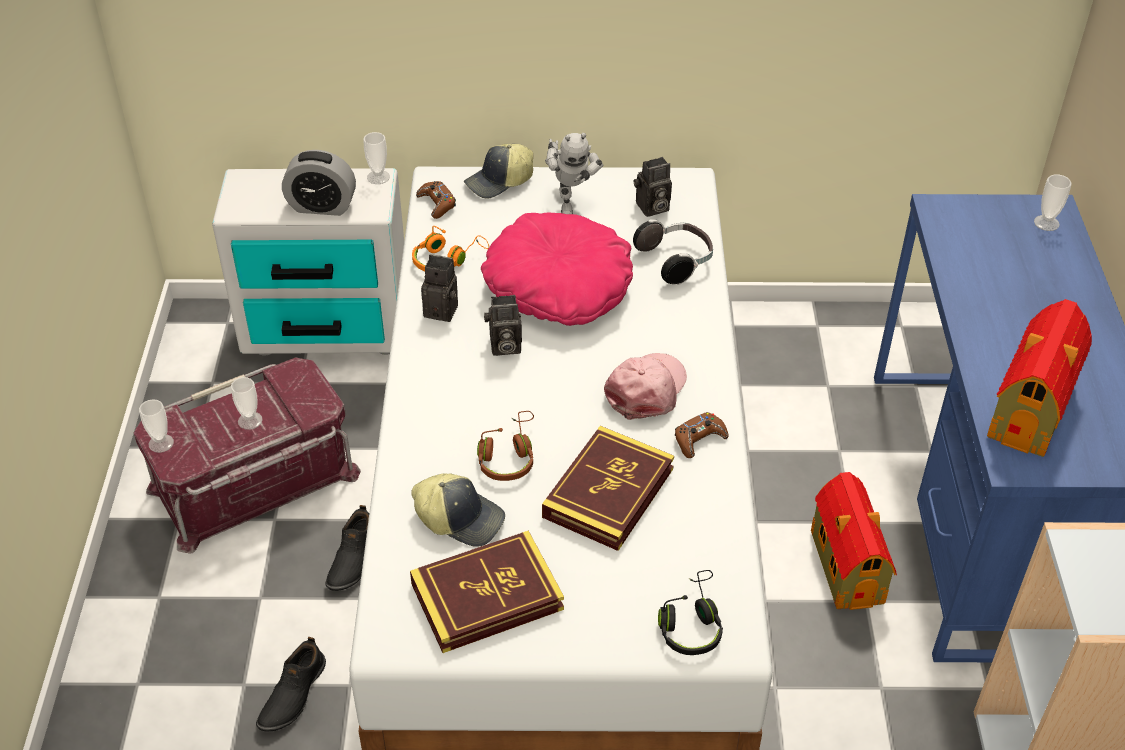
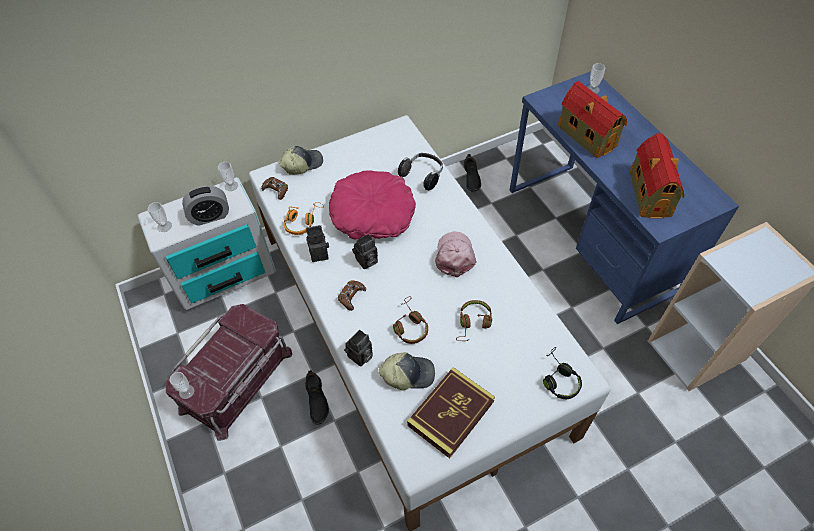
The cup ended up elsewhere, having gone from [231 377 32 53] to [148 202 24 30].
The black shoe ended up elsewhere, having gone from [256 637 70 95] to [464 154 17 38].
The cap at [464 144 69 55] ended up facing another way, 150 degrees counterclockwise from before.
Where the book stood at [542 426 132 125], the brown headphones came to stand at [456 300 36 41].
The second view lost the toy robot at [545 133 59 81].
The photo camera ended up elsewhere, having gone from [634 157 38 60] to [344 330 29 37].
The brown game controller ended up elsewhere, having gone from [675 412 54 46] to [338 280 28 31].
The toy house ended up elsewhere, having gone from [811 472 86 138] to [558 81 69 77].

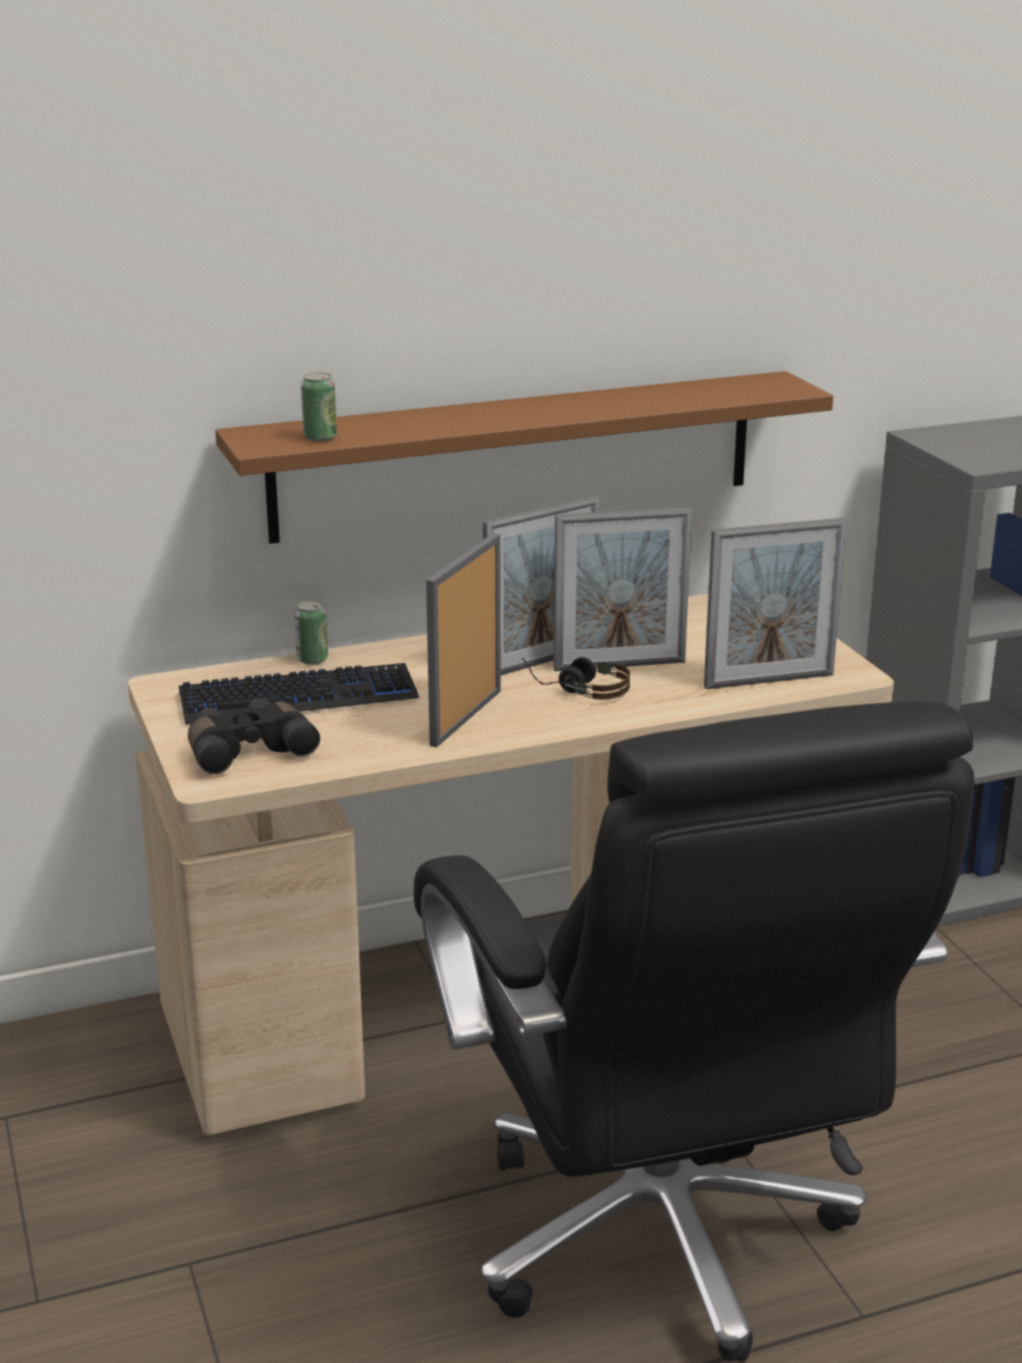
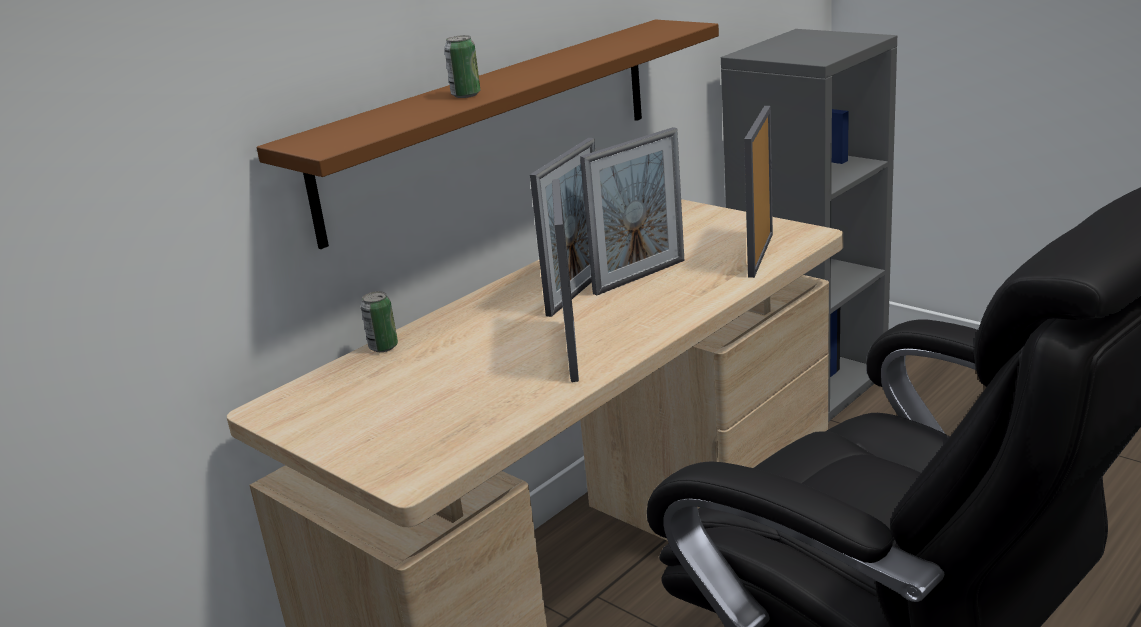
The second view lost the keyboard at [179 663 240 62].
The second view lost the black binoculars at [188 698 132 77].
The can ended up elsewhere, having gone from [301 372 36 70] to [444 35 36 63].
The second view lost the headphones at [522 657 108 43].
The picture frame at [704 518 142 171] ended up facing another way, 150 degrees clockwise from before.

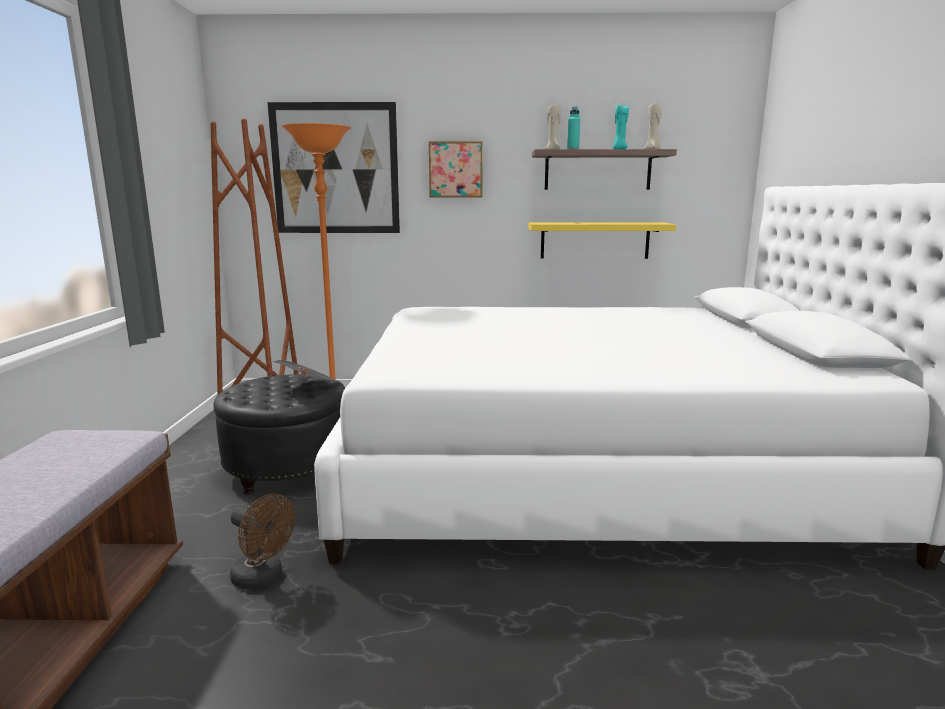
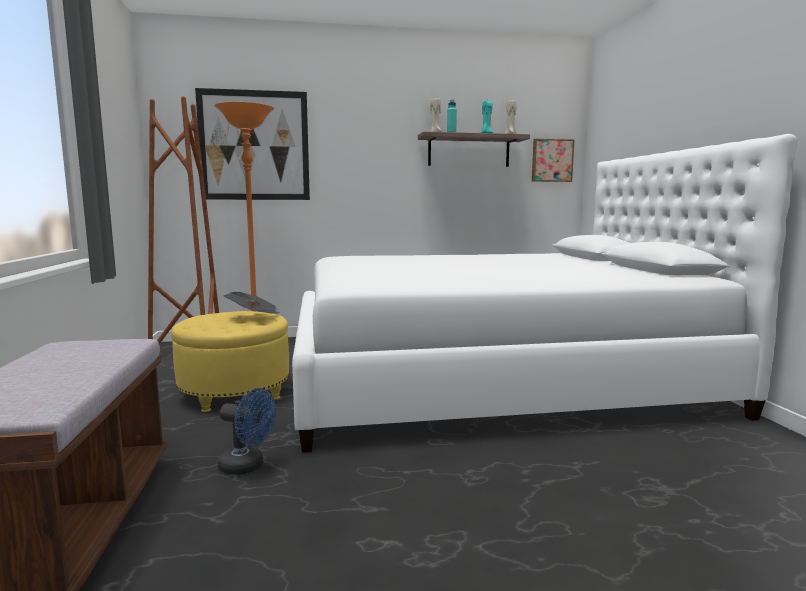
What was the black ottoman at [213 374 132 121] turned into the yellow ottoman at [171 311 119 101].
What was the brown fan at [230 494 65 96] turned into the blue fan at [218 388 58 87].
The picture ended up elsewhere, having gone from [429 141 54 56] to [532 139 43 43].
The second view lost the yellow shelf at [528 222 148 37].

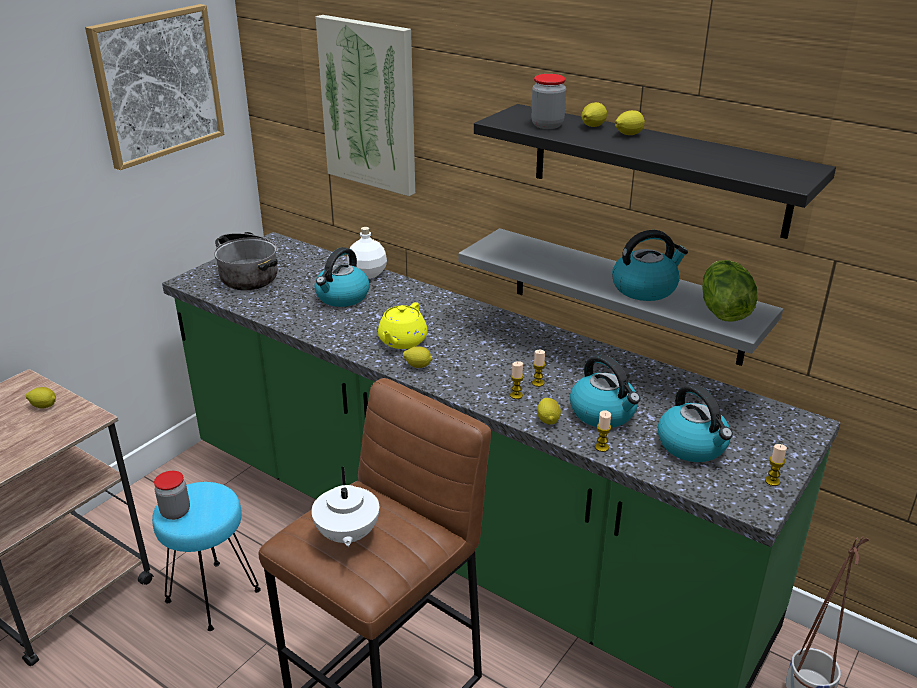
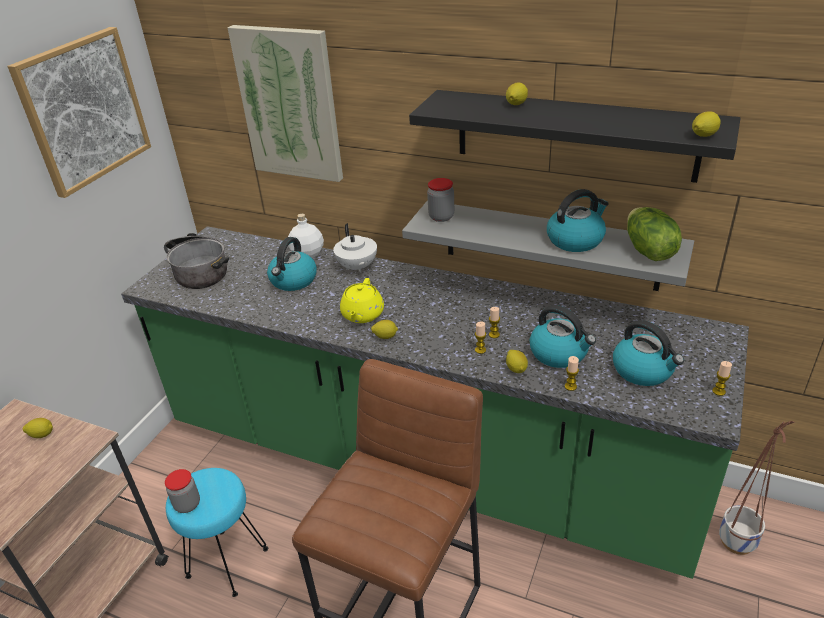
The white teapot ended up elsewhere, having gone from [311 466 68 81] to [333 223 44 50].
The jar ended up elsewhere, having gone from [531 74 35 55] to [427 178 27 44].
The lemon ended up elsewhere, having gone from [615 110 30 25] to [692 111 29 26].

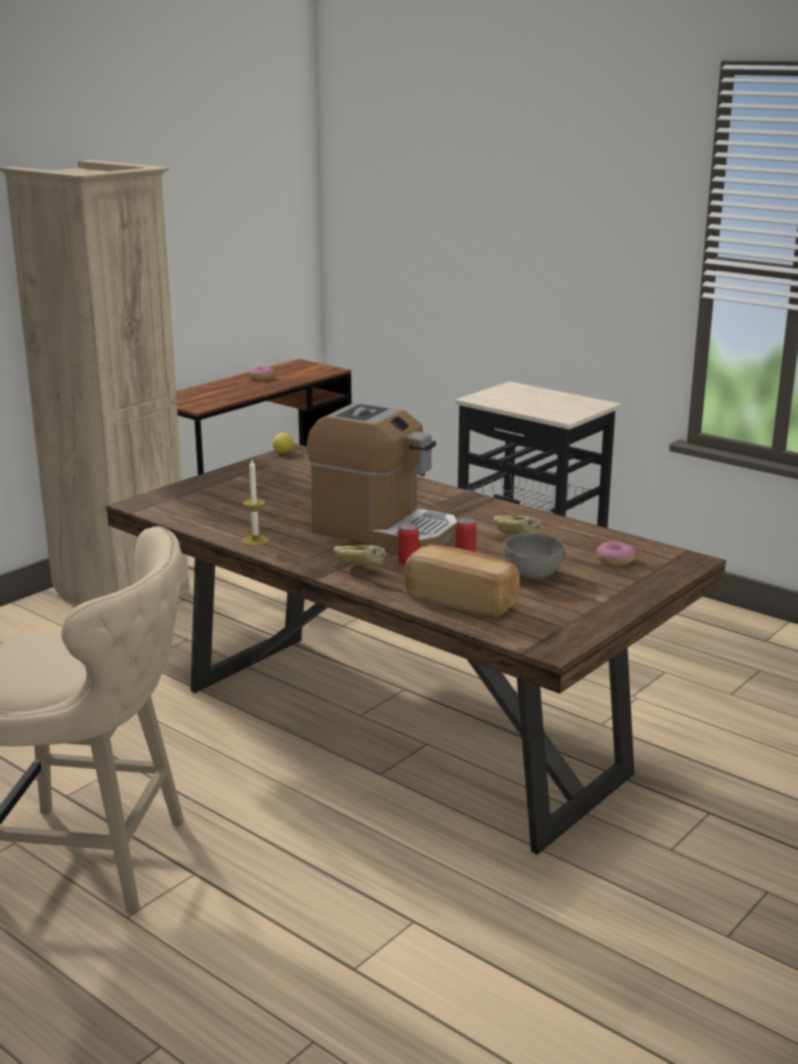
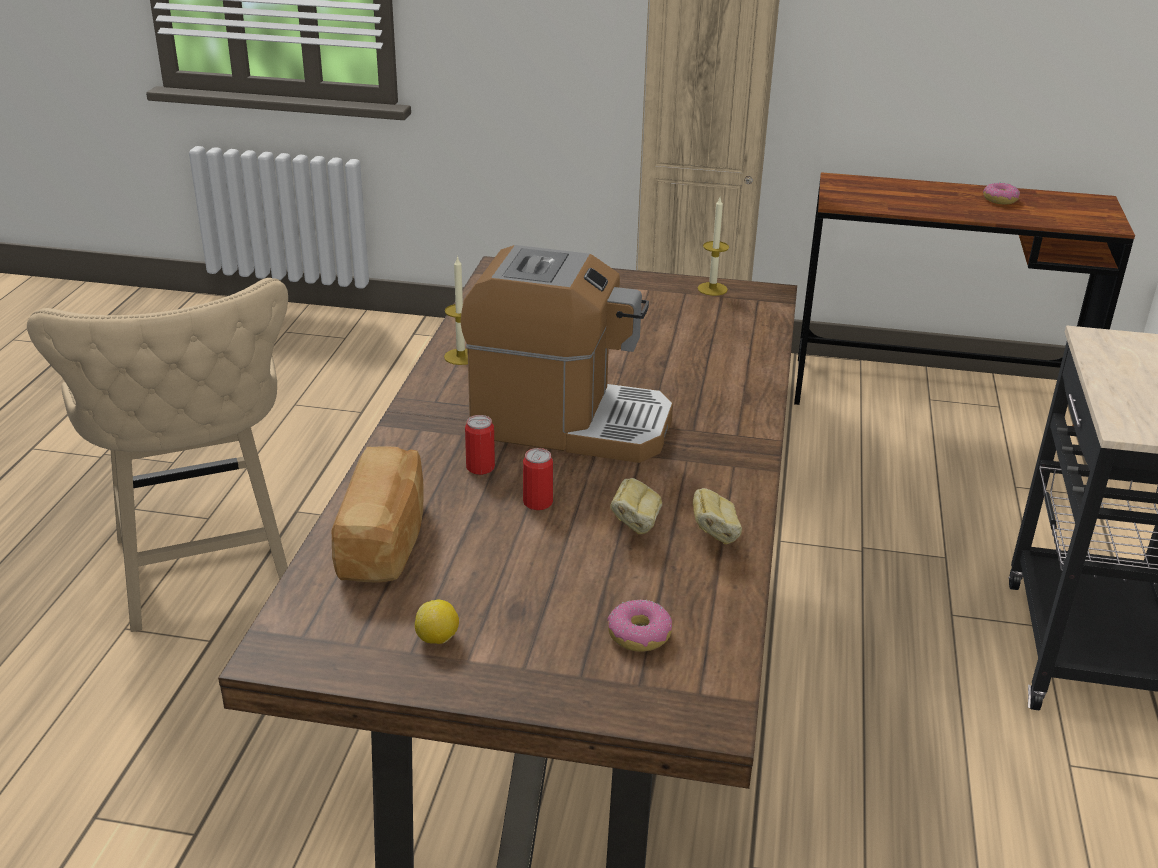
The lemon ended up elsewhere, having gone from [273 433 21 21] to [415 600 44 44].
The coffee machine at [306 402 151 148] ended up facing another way, 75 degrees counterclockwise from before.
The bread ended up elsewhere, having gone from [333 545 53 22] to [693 488 49 56].
The second view lost the grey bowl at [503 533 62 46].
The second view gained the candle at [698 198 31 98].

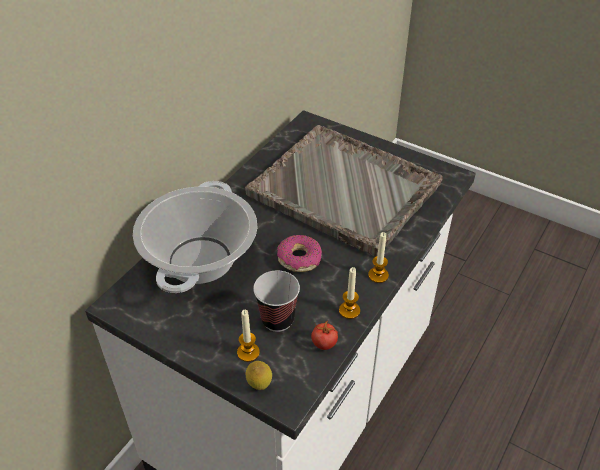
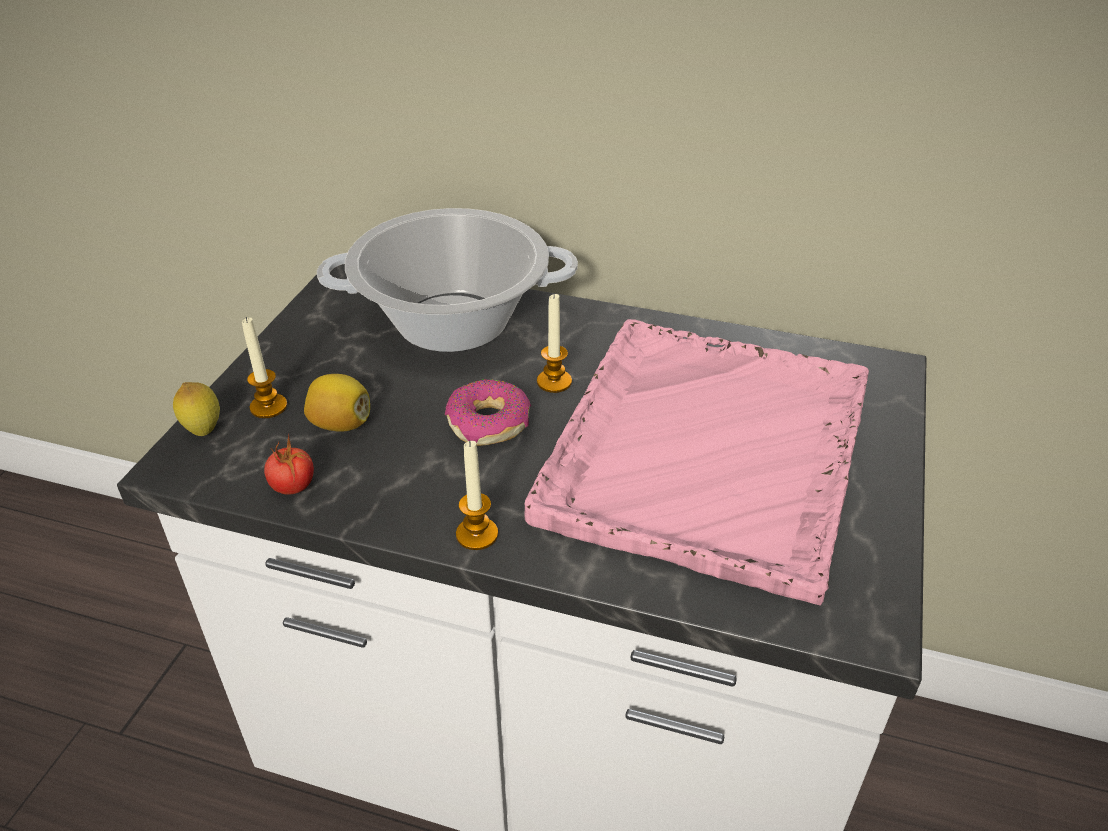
What was the grey tray at [245 125 198 132] turned into the pink tray at [524 319 345 287].
Where the cup stood at [253 270 47 62], the lemon came to stand at [304 374 66 57].
The candle ended up elsewhere, having gone from [339 267 21 52] to [537 294 35 99].

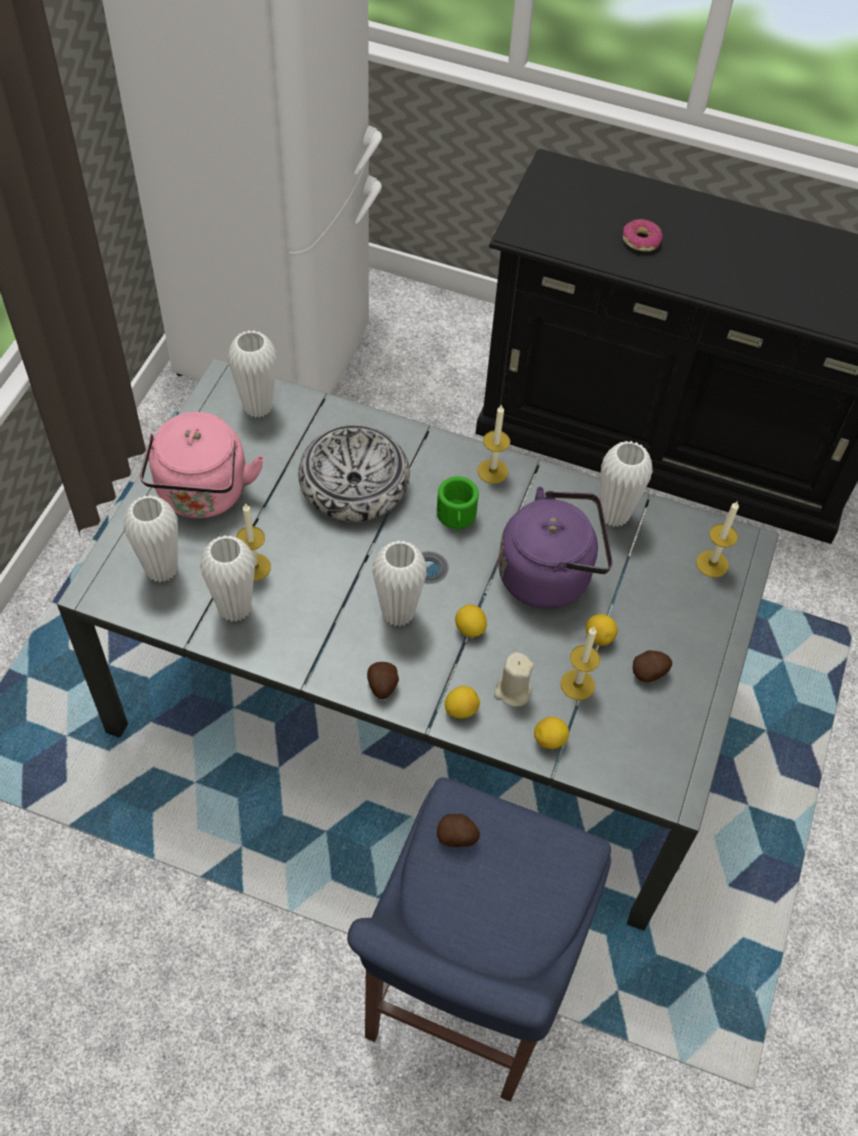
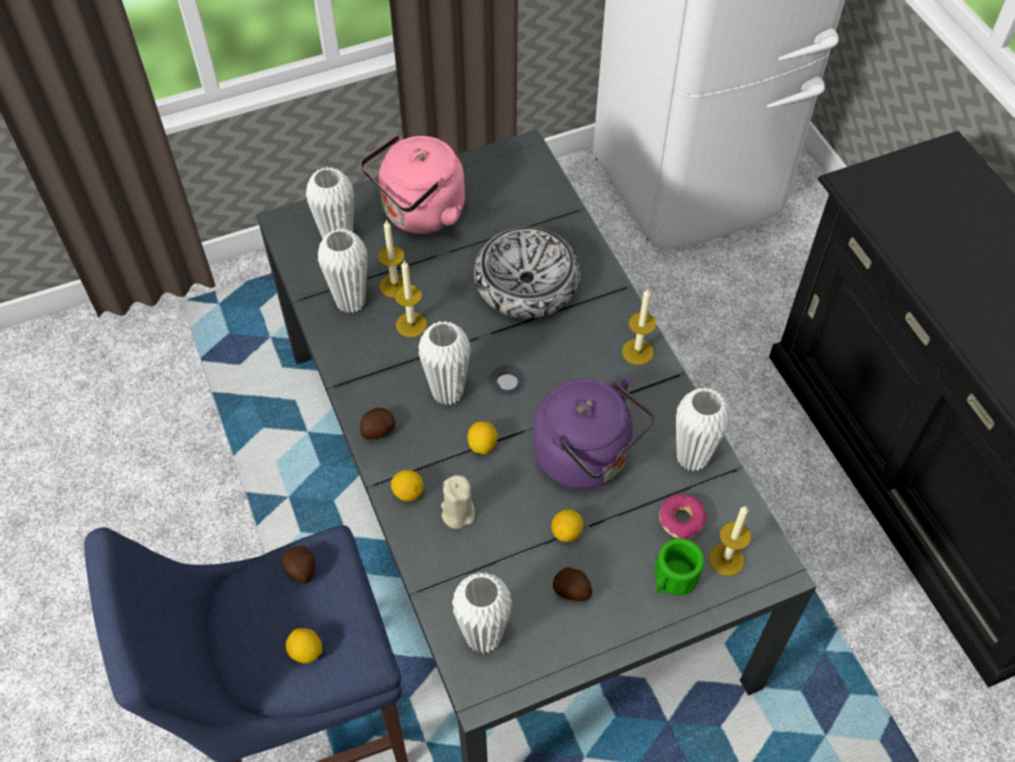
The white vase ended up elsewhere, having gone from [228 331 49 87] to [452 572 60 82].
The green mug ended up elsewhere, having gone from [437 476 42 56] to [655 538 49 57].
The lemon ended up elsewhere, having gone from [534 717 35 32] to [286 628 36 35].
The candle ended up elsewhere, having gone from [561 627 39 73] to [395 261 32 76].
The donut ended up elsewhere, having gone from [623 219 39 33] to [659 494 49 45].

